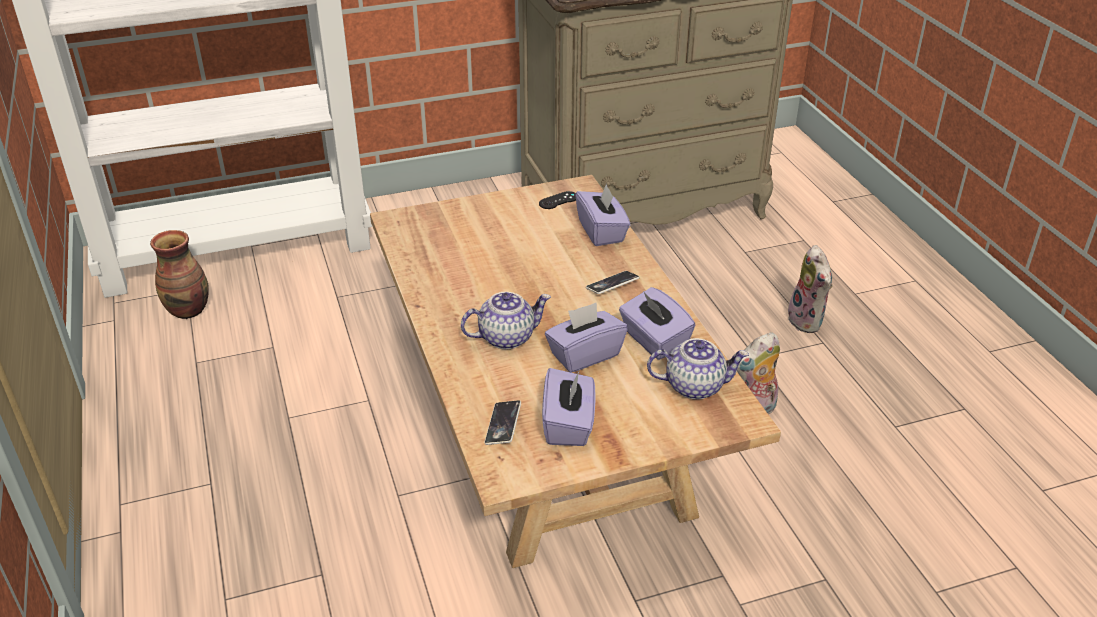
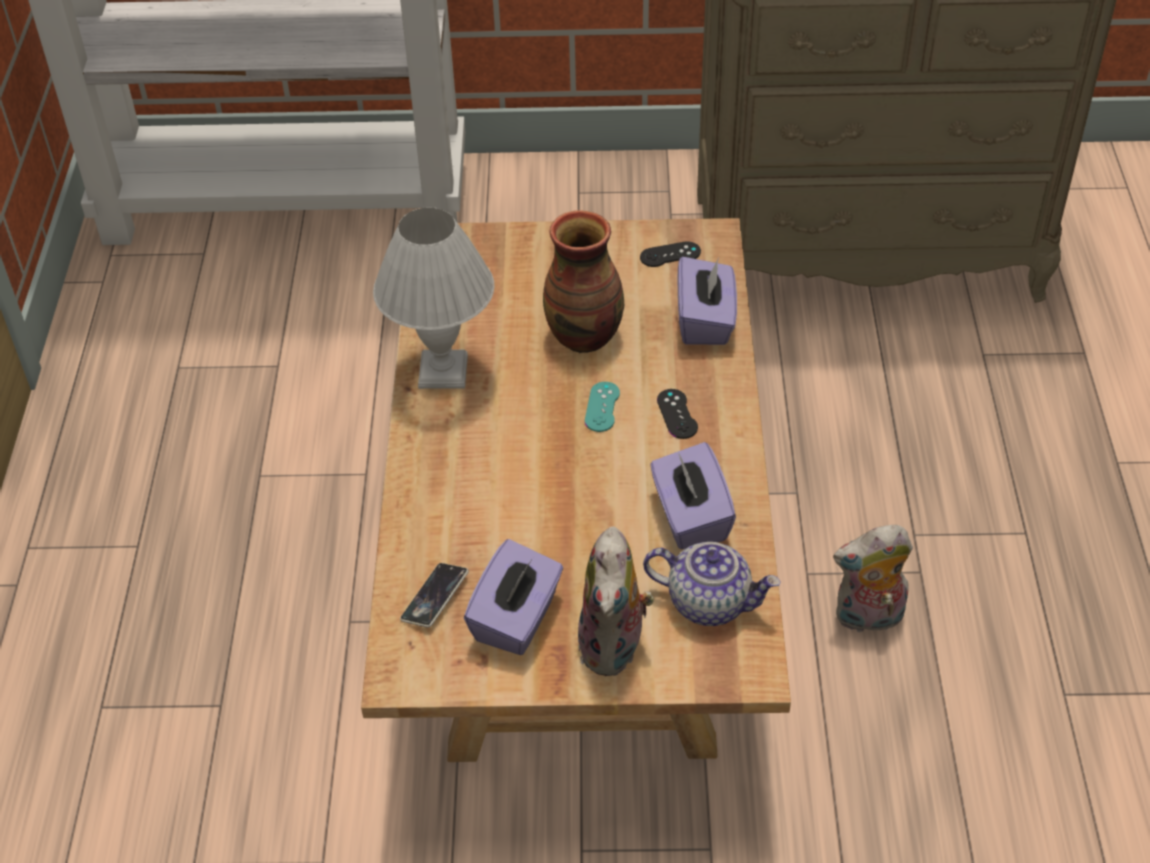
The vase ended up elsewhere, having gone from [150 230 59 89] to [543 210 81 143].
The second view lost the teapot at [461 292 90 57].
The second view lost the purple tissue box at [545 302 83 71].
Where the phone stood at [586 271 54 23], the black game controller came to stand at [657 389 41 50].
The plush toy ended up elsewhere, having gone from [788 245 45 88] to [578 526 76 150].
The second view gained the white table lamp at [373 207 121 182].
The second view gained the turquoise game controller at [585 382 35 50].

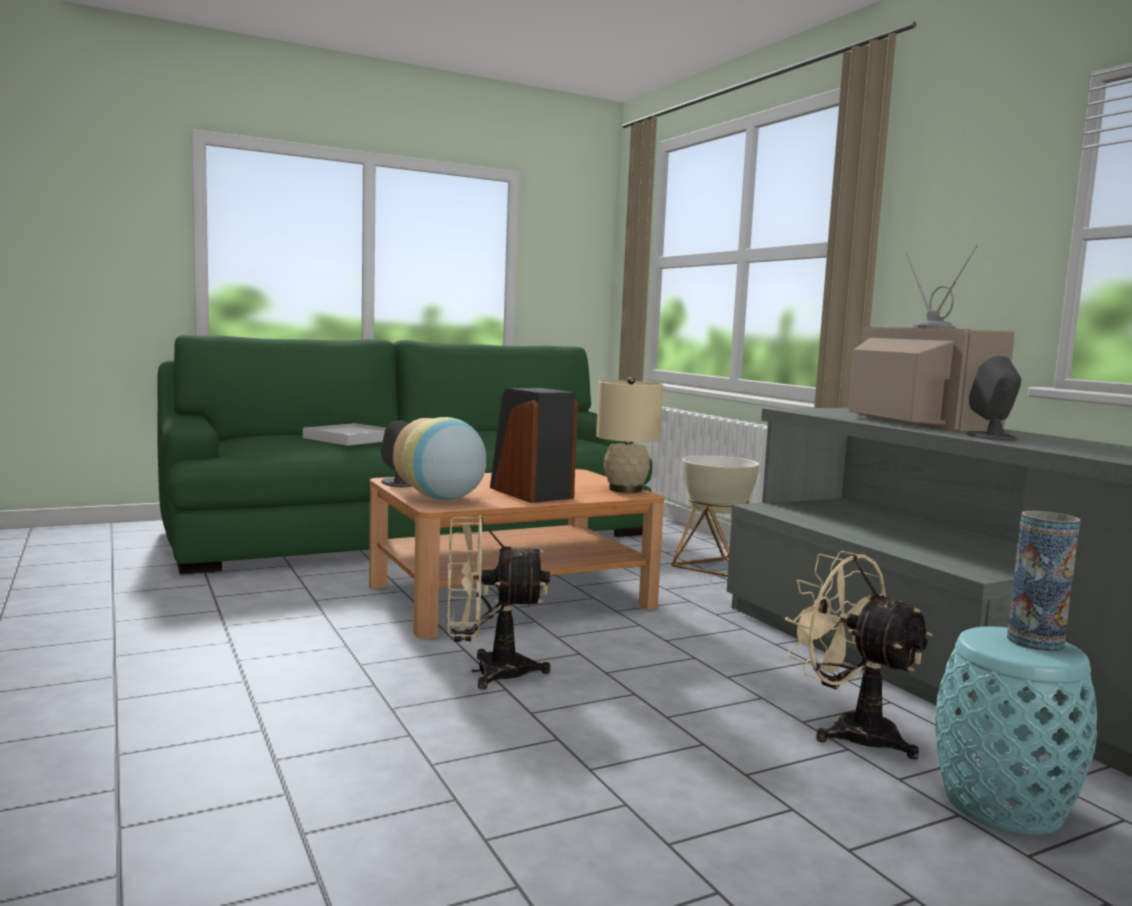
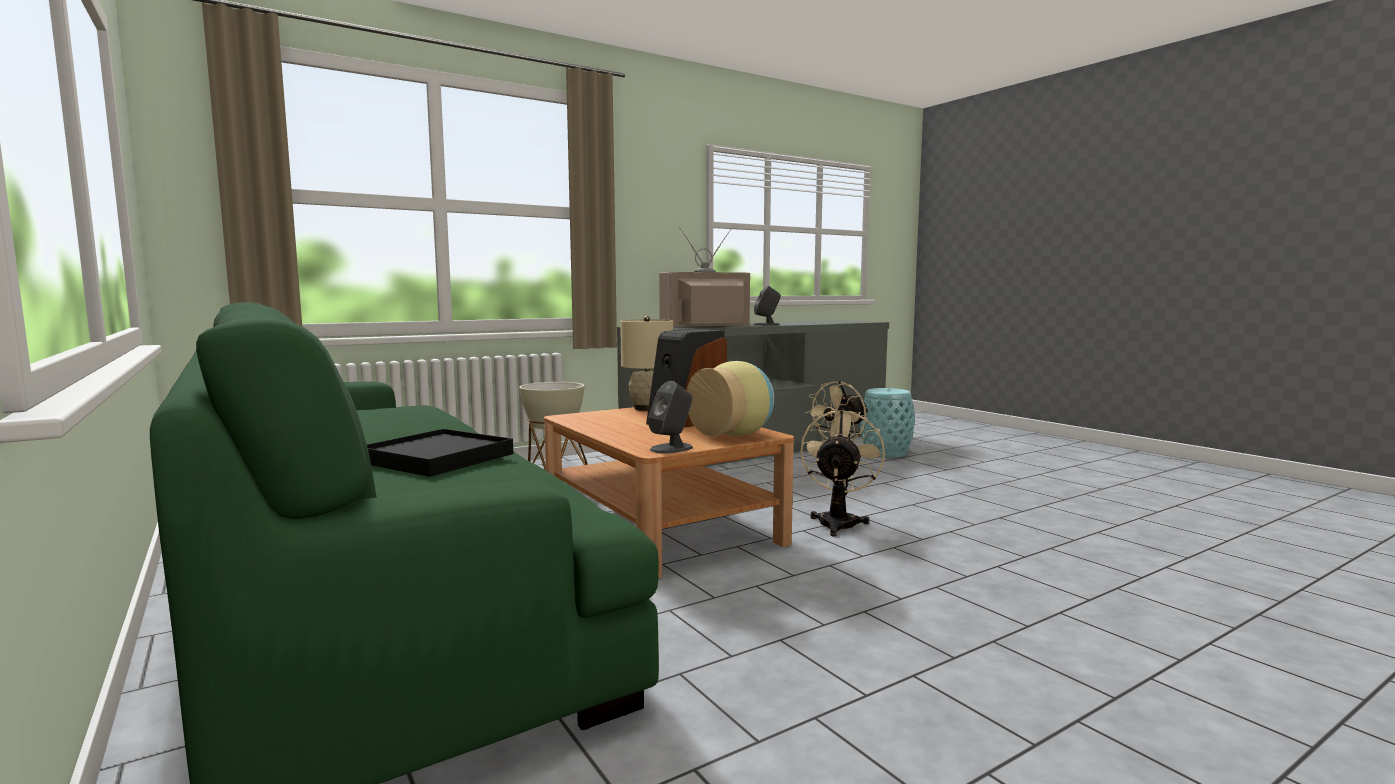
What was the white tray at [303 423 83 23] turned into the black tray at [367 429 146 48].
The beige fan at [447 516 104 173] ended up facing another way, 150 degrees counterclockwise from before.
The second view lost the vase at [1007 511 74 140].

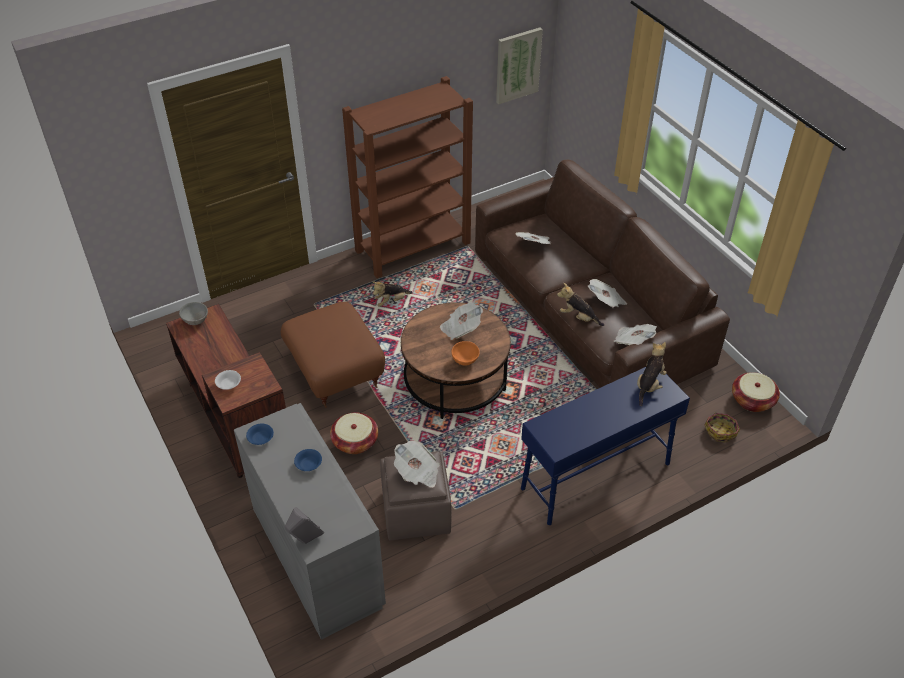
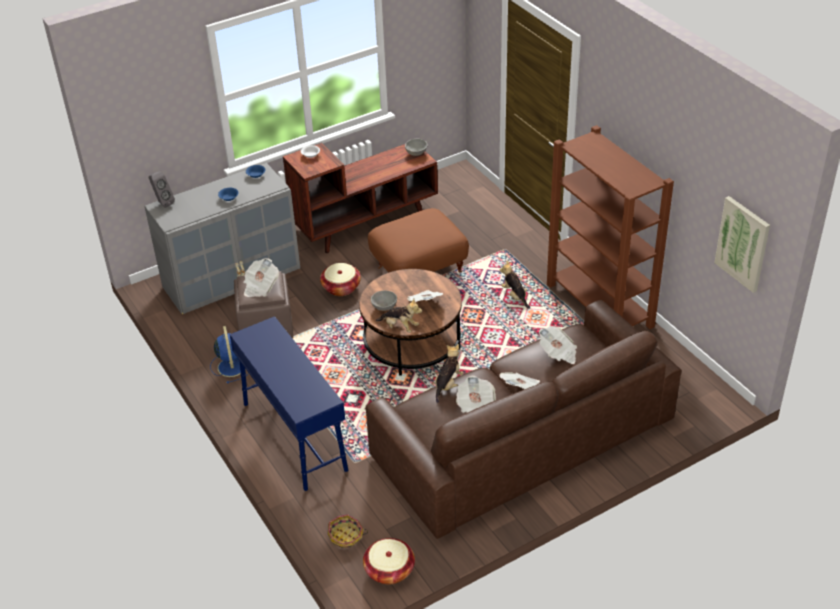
What was the orange bowl at [451 341 29 25] turned into the grey bowl at [371 291 26 20].
The newspaper ended up elsewhere, having gone from [614 324 43 21] to [499 372 41 17].
The plush toy ended up elsewhere, having gone from [637 342 29 64] to [376 299 46 34].
The second view gained the blue fan at [210 326 39 57].

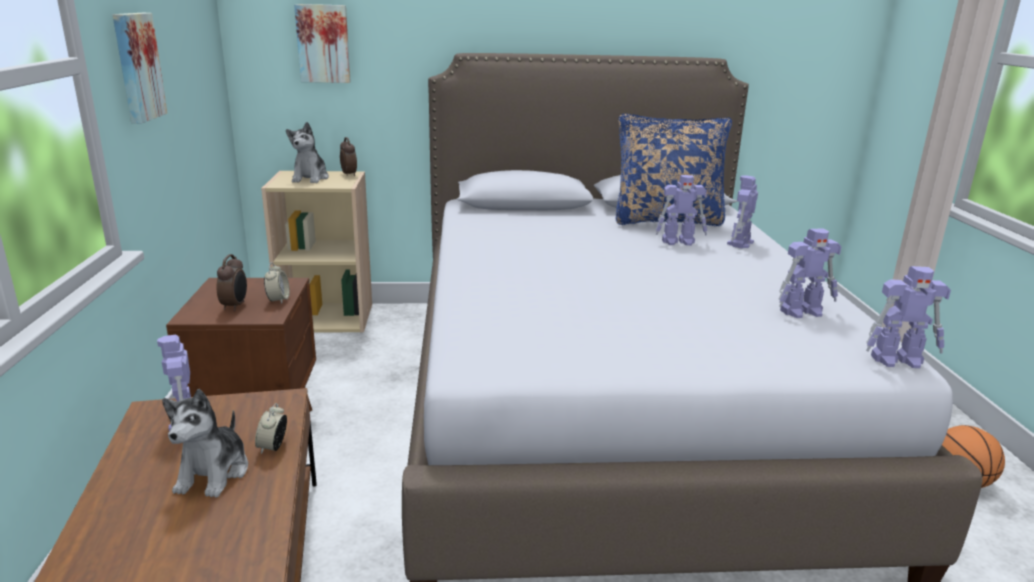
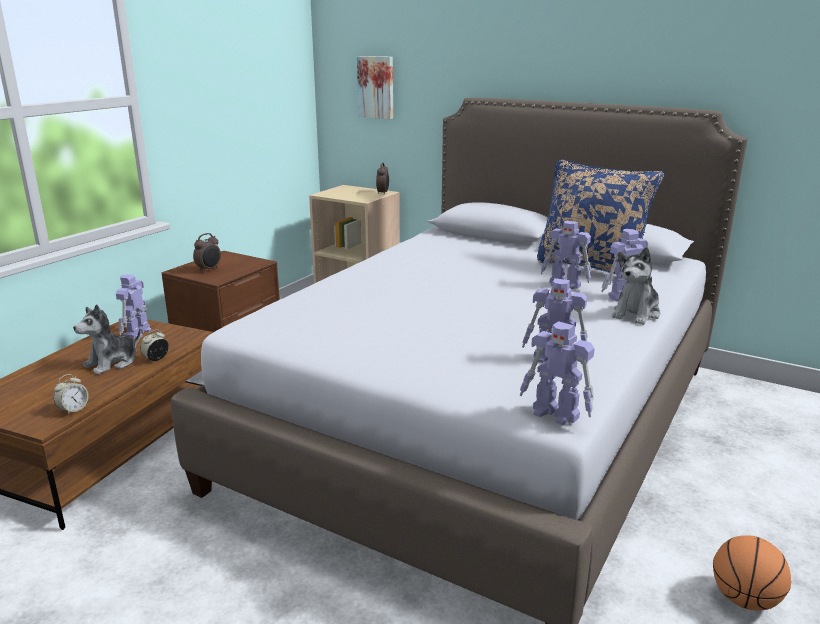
The second view lost the picture at [113 13 54 111].
The alarm clock ended up elsewhere, having gone from [264 262 26 42] to [54 374 35 41].
The plush toy ended up elsewhere, having gone from [286 122 43 61] to [612 247 48 78].

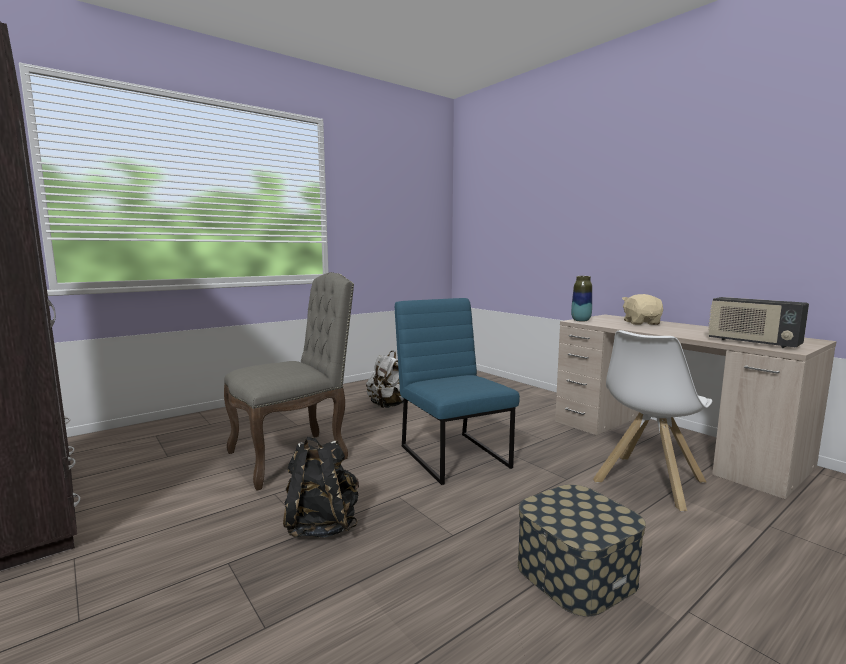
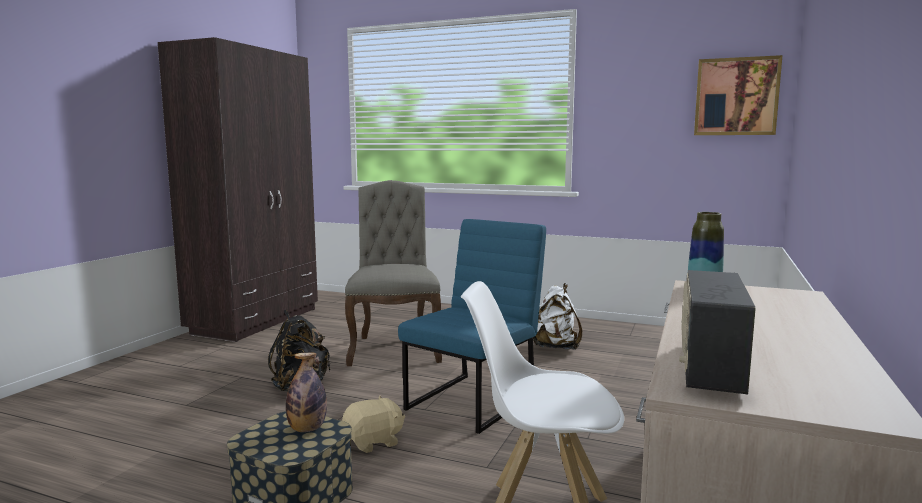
The grey chair at [224 272 130 218] ended up facing another way, 120 degrees counterclockwise from before.
The beige plush toy ended up elsewhere, having gone from [622 294 41 31] to [342 396 63 57].
The second view gained the bottle at [286 352 41 80].
The second view gained the picture at [694 55 88 80].

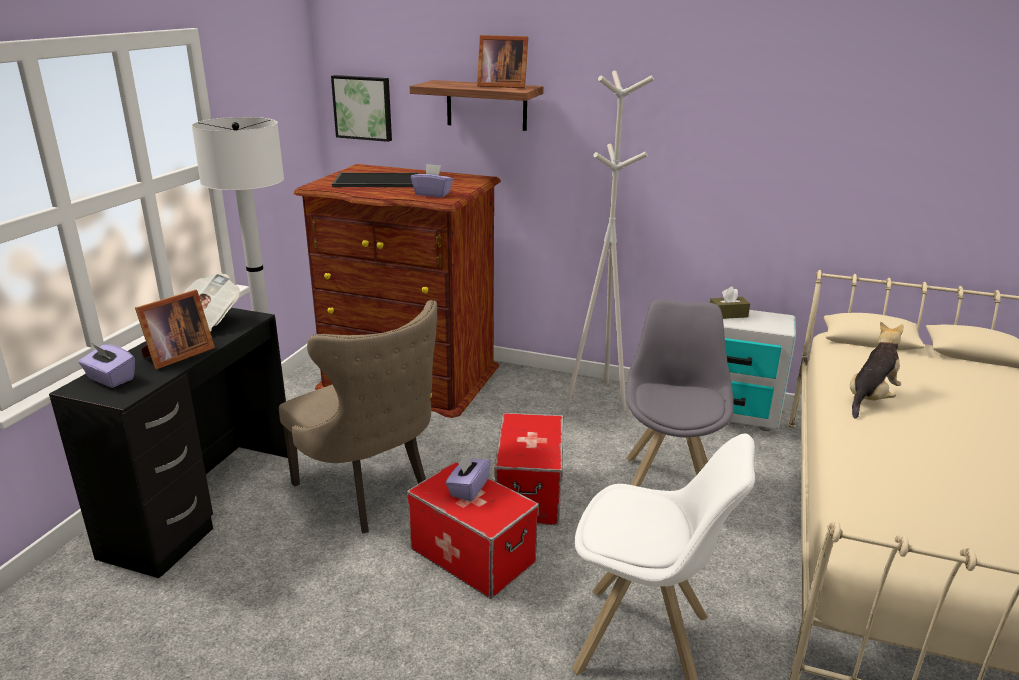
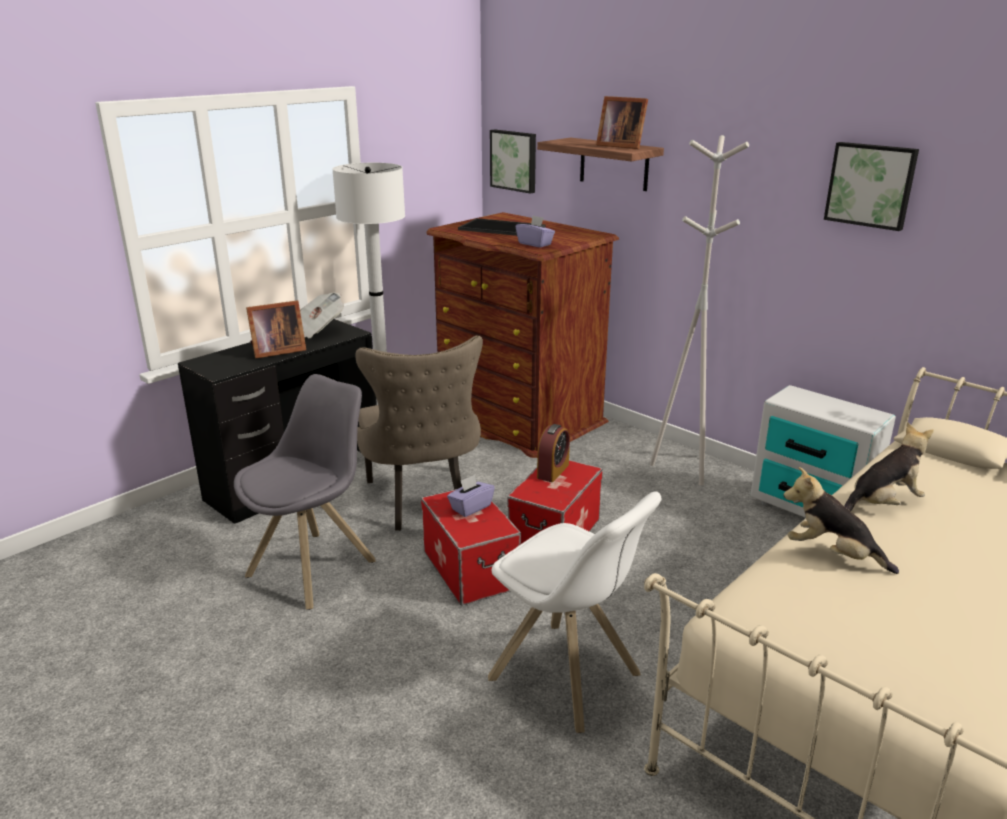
The second view lost the purple tissue box at [78 344 57 44].
The grey chair ended up elsewhere, having gone from [625 299 109 188] to [234 374 142 236].
The second view lost the brown tissue box at [710 287 40 32].
The second view gained the alarm clock at [537 424 33 58].
The second view gained the plush toy at [783 467 116 107].
The second view gained the picture at [824 142 95 89].

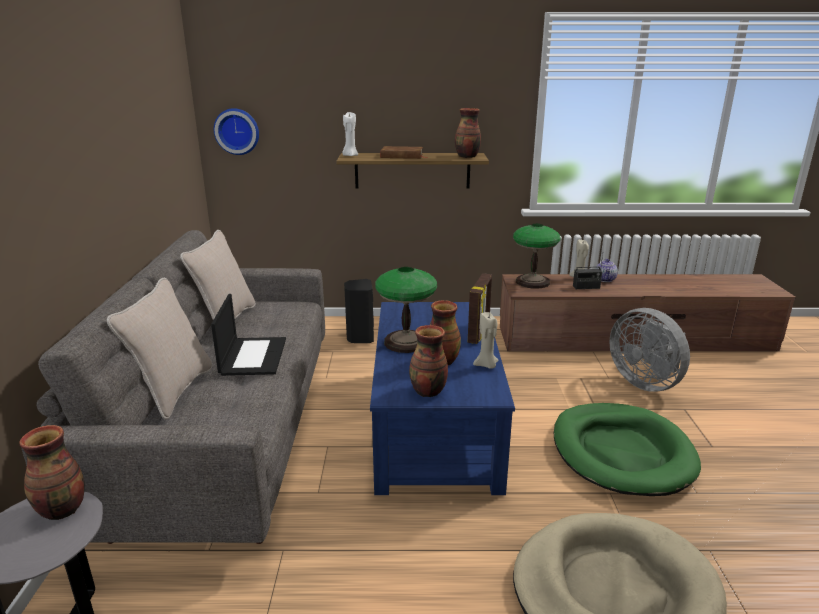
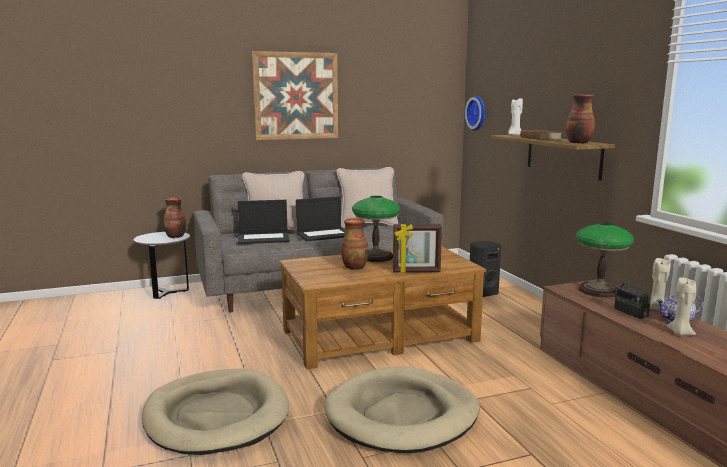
What was the blue coffee table at [370 302 145 193] turned into the brown coffee table at [279 246 207 123].
The second view lost the vase at [409 325 39 72].
The beige candle ended up elsewhere, having gone from [473 312 25 57] to [667 277 29 58].
What was the green dog bed at [554 403 147 93] turned into the beige dog bed at [325 367 154 86].
The second view lost the grey fan at [609 308 81 84].
The second view gained the laptop at [238 200 52 44].
The second view gained the picture at [252 51 86 89].

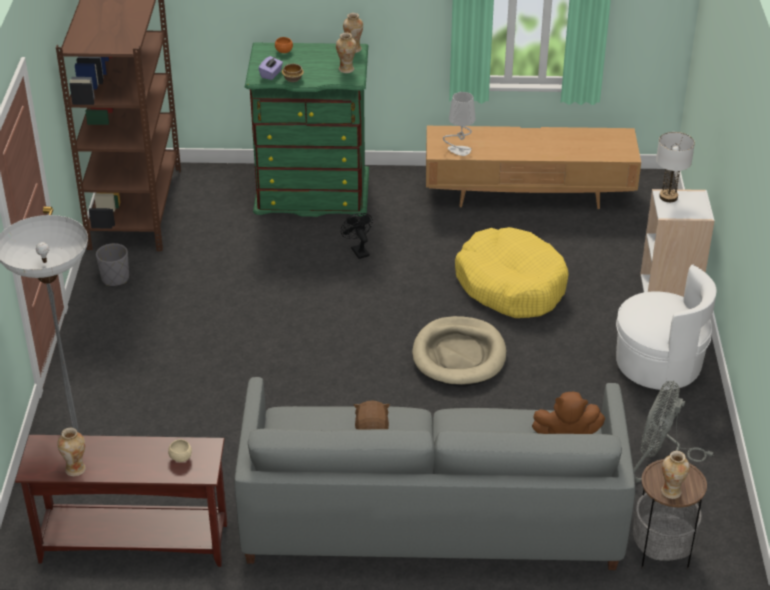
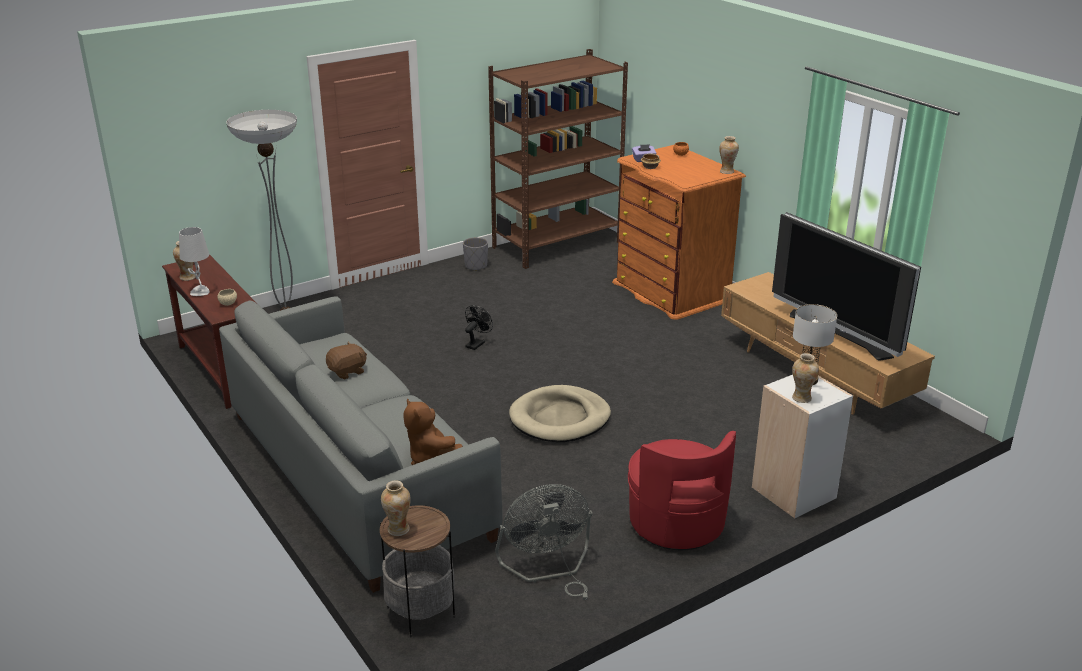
What was the green dresser at [244 43 125 174] turned into the orange dresser at [612 145 134 175].
The vase ended up elsewhere, having gone from [336 33 21 40] to [792 353 27 50].
The black fan ended up elsewhere, having gone from [341 213 32 46] to [465 305 28 45].
The grey table lamp ended up elsewhere, having gone from [443 92 33 64] to [179 227 30 69].
The second view lost the yellow dog bed at [455 227 114 91].
What was the white armchair at [616 264 101 127] turned into the red armchair at [628 431 108 119].
The second view gained the television at [772 212 149 148].

